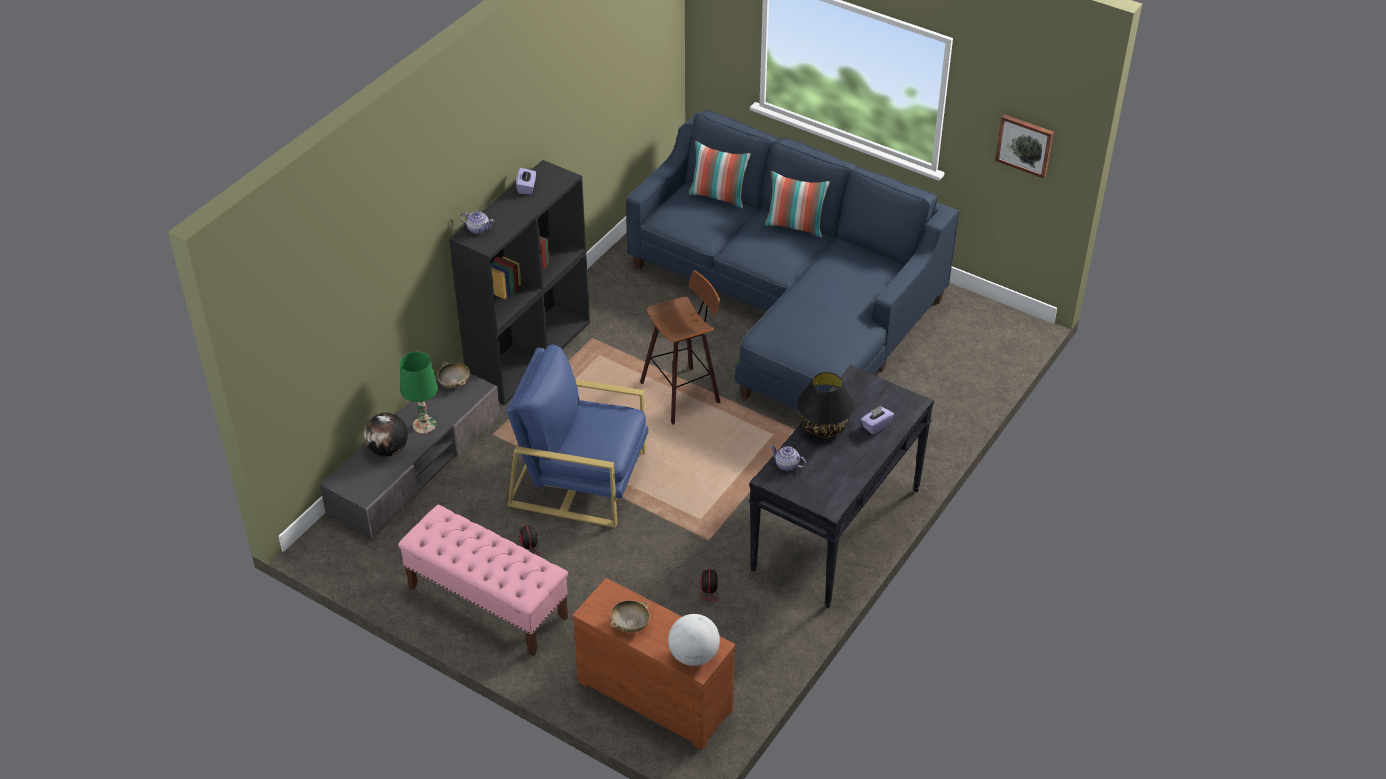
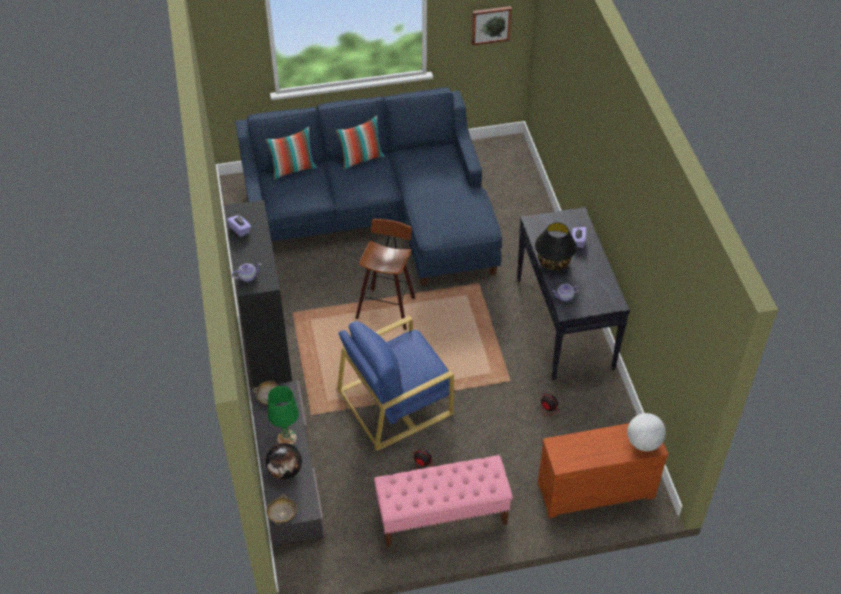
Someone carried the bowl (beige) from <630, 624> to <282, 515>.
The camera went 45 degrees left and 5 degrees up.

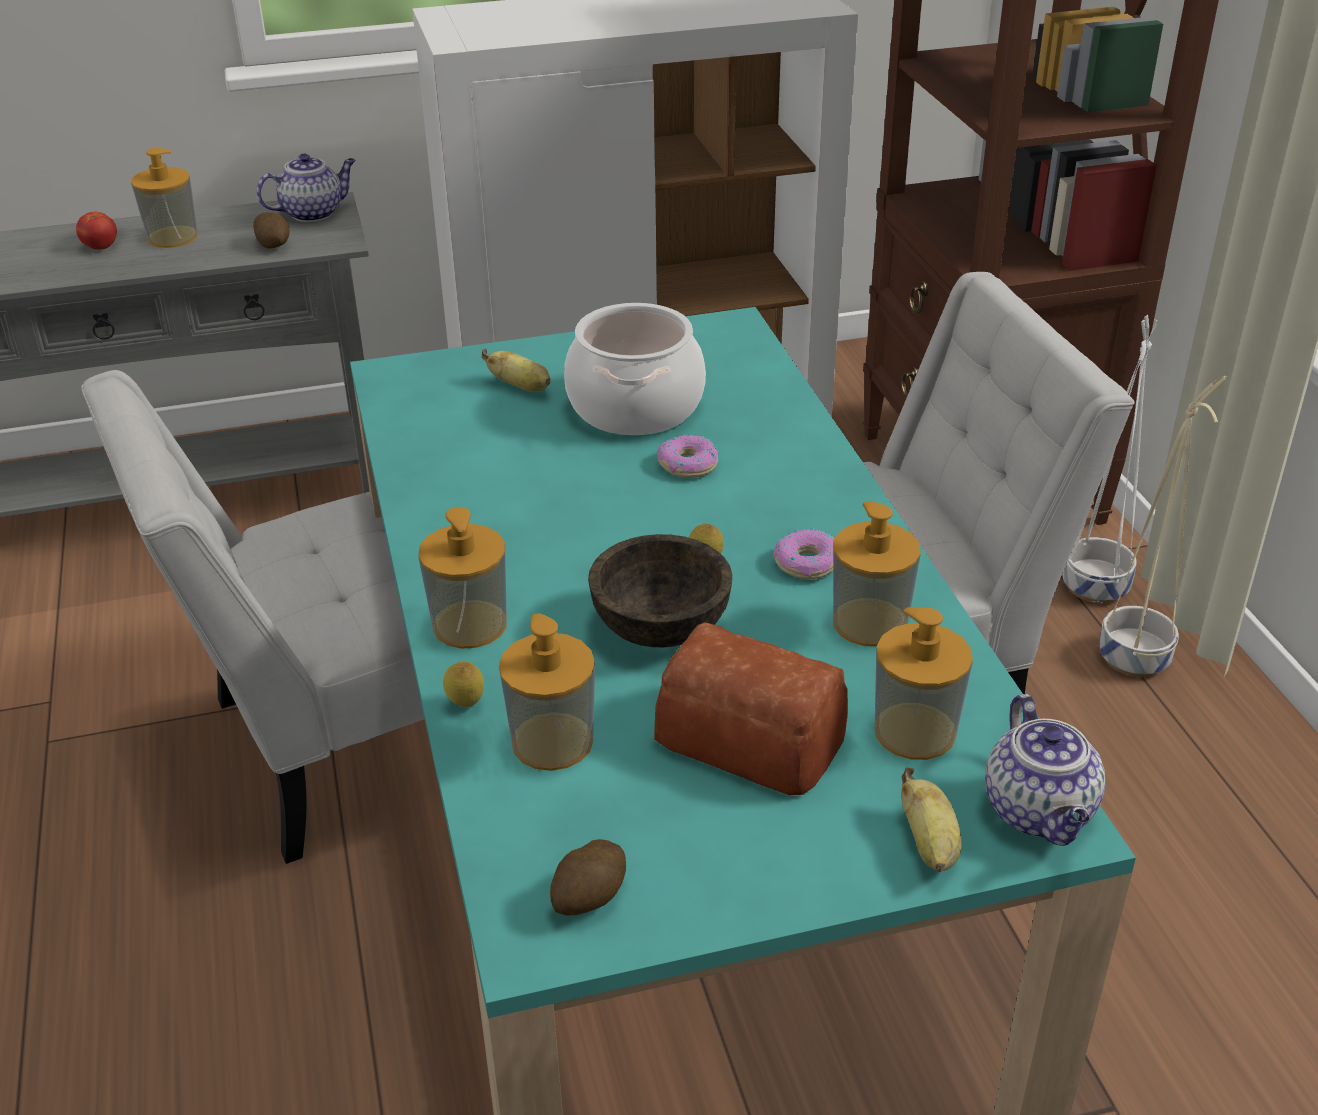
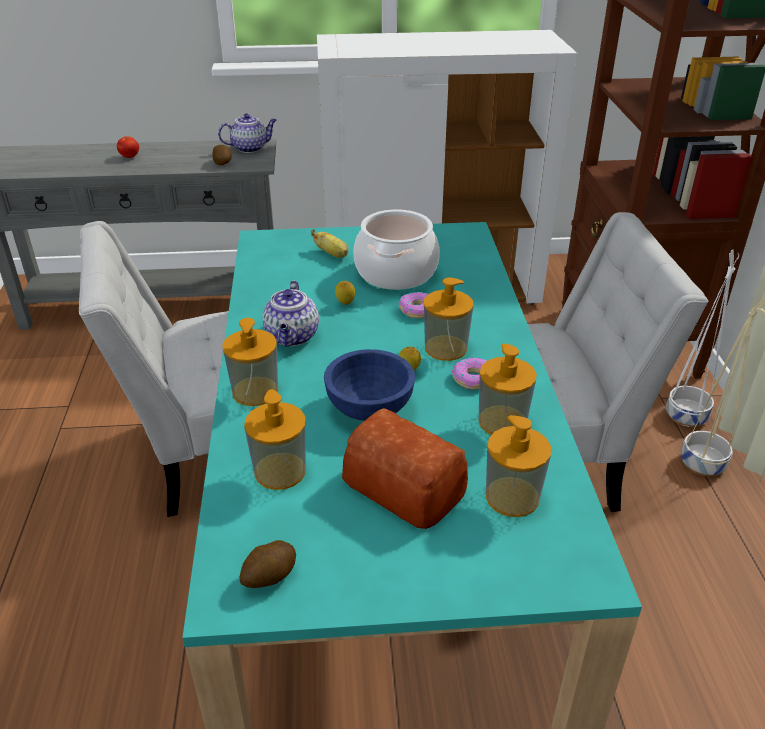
Someone took away the banana at <929, 845>.
Someone carried the soap dispenser from <173, 237> to <445, 348>.
Someone carried the lemon from <466, 705> to <345, 304>.
Someone carried the teapot from <1040, 813> to <292, 337>.
Someone repainted the bowl (brown) at <659, 627>, which became the bowl (blue) at <369, 408>.
The camera went 10 degrees right and 0 degrees up.

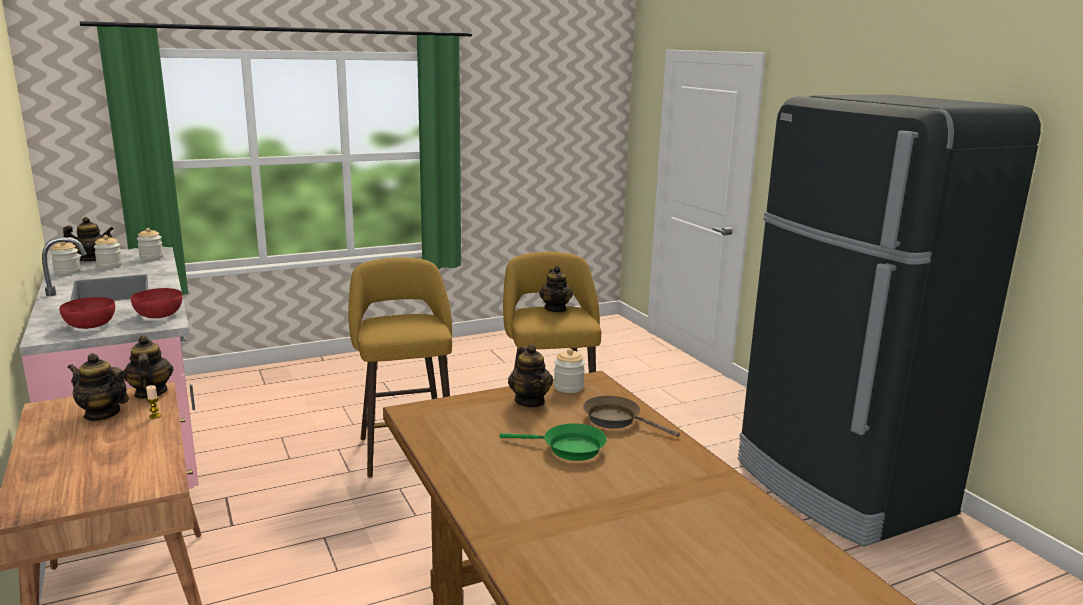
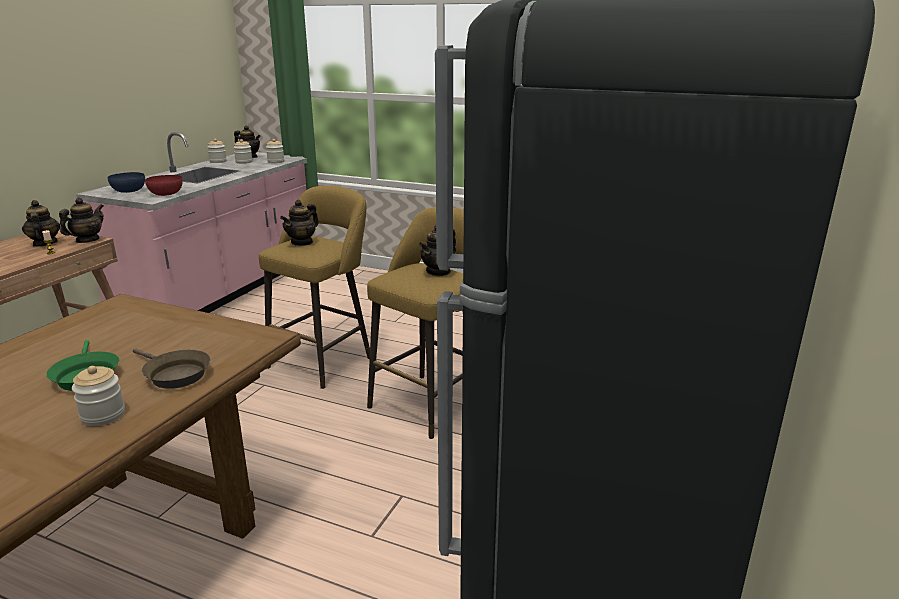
Someone carried the teapot from <530, 401> to <302, 242>.
Someone carried the jar from <568, 387> to <103, 415>.
Someone repainted the bowl (red) at <89, 325>, which became the bowl (blue) at <129, 191>.
Someone rotated the frying pan (brown) at <616, 420> by 135 degrees clockwise.
The camera went 50 degrees right and 5 degrees up.

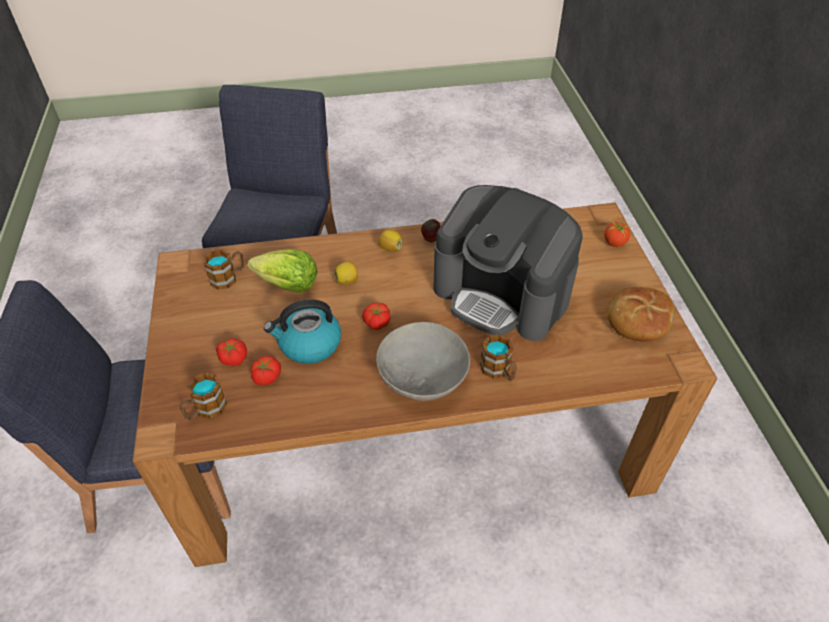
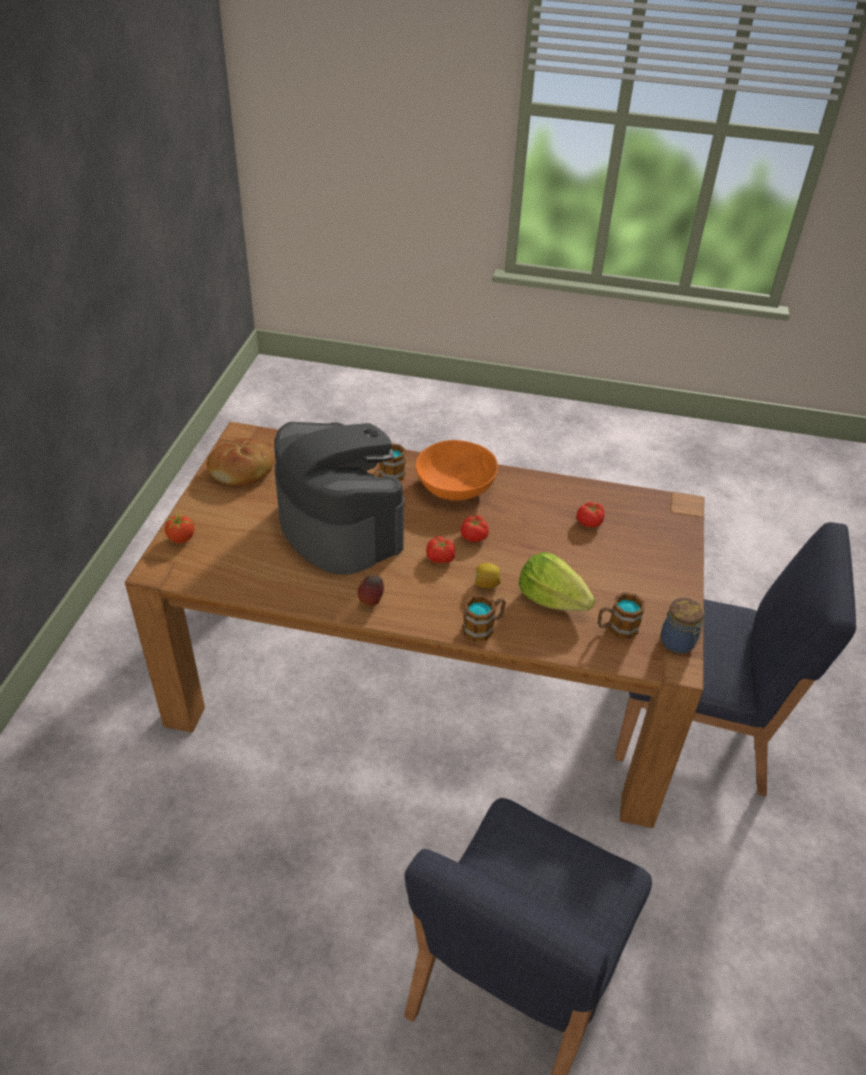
Someone took away the kettle at <309, 344>.
Someone took away the lemon at <390, 248>.
Someone put down the jar at <678, 643>.
Someone carried the mug from <205, 410> to <483, 627>.
Someone carried the tomato from <233, 358> to <440, 558>.
Someone repainted the bowl (grey) at <423, 376>, which became the bowl (orange) at <455, 485>.
The camera went 160 degrees left and 5 degrees down.

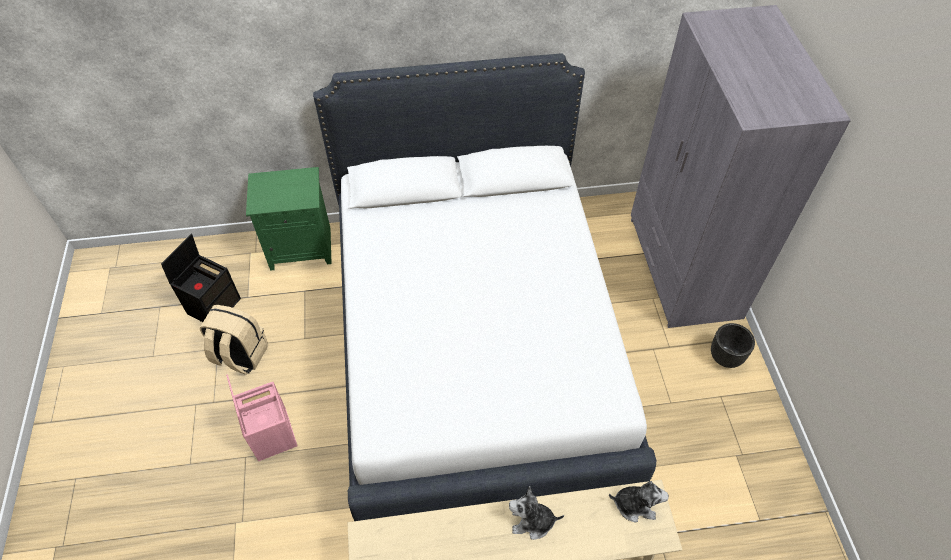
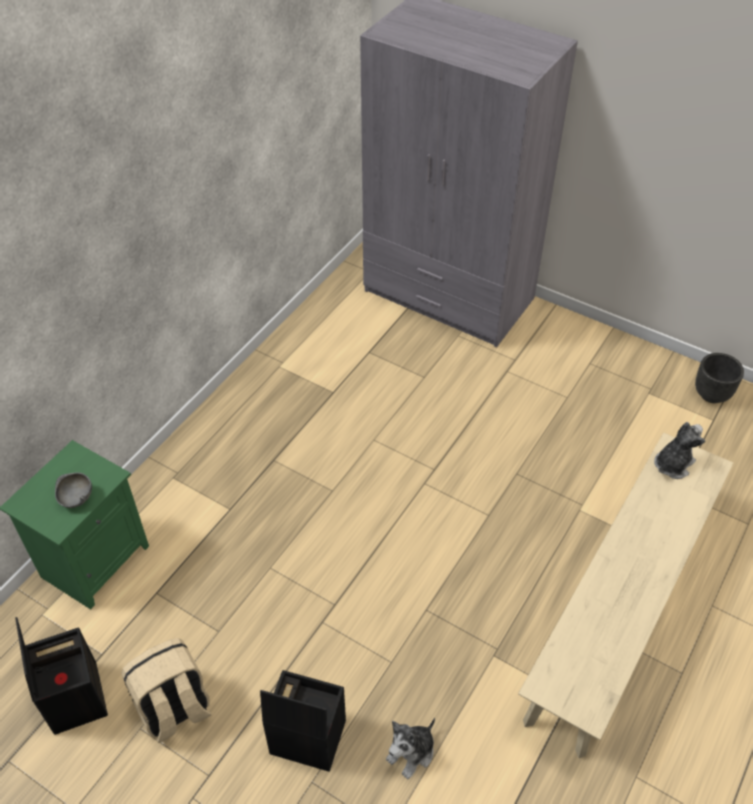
Someone took away the bed (white) at <475, 343>.
Someone put down the bowl (grey) at <76, 499>.
Someone carried the plush toy from <532, 522> to <412, 753>.
Someone carried the planter (black) from <725, 357> to <711, 394>.
Someone repainted the storage box (pink) at <271, 433>, which became the storage box (black) at <306, 738>.
The camera went 50 degrees left and 5 degrees down.

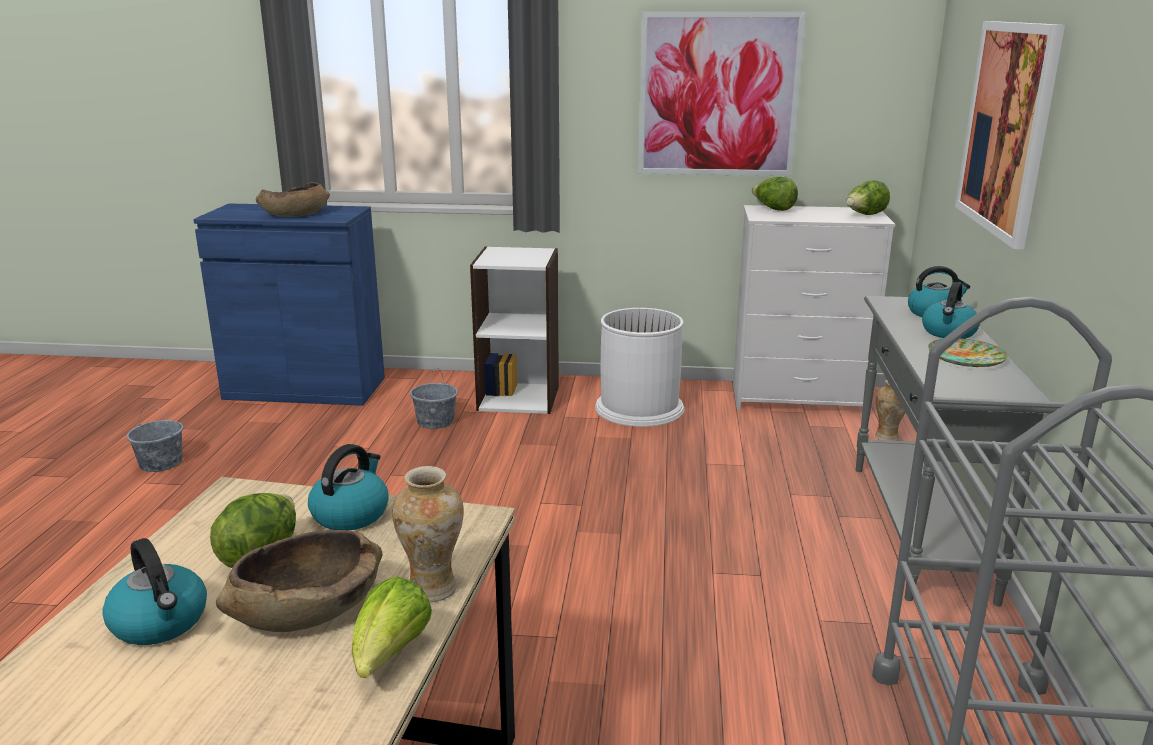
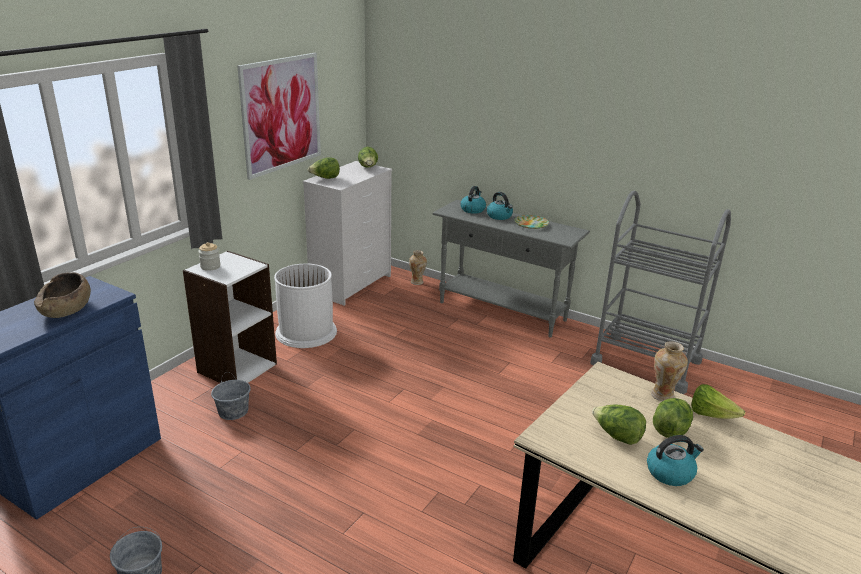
Someone took away the kettle at <351, 514>.
Someone took away the picture at <1007, 128>.
Someone put down the jar at <210, 266>.
Someone swapped the bowl (brown) at <307, 609> for the lettuce at <670, 430>.
The camera went 65 degrees left and 5 degrees up.

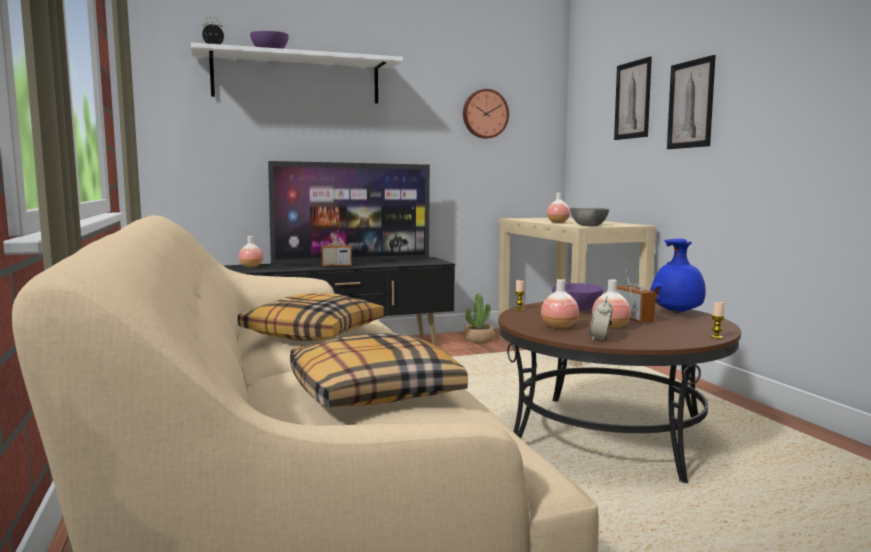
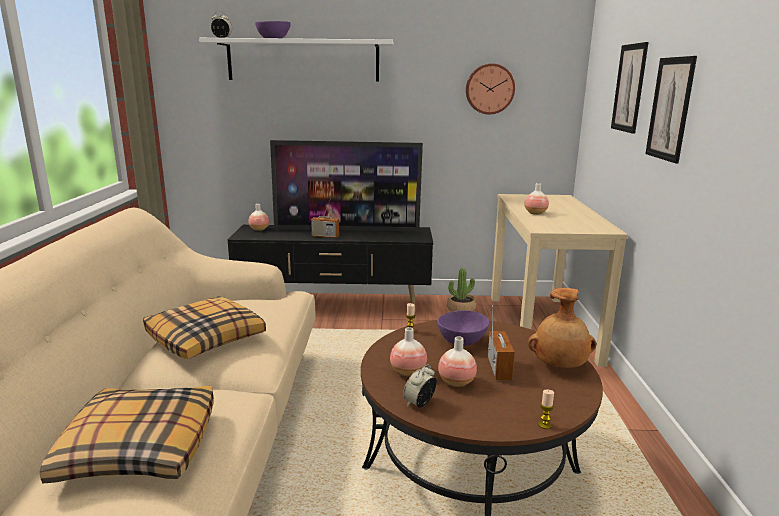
Someone took away the bowl (grey) at <587, 226>.
Someone repainted the vase (blue) at <677, 313>, which became the vase (brown) at <559, 366>.
The camera went 20 degrees right and 10 degrees up.

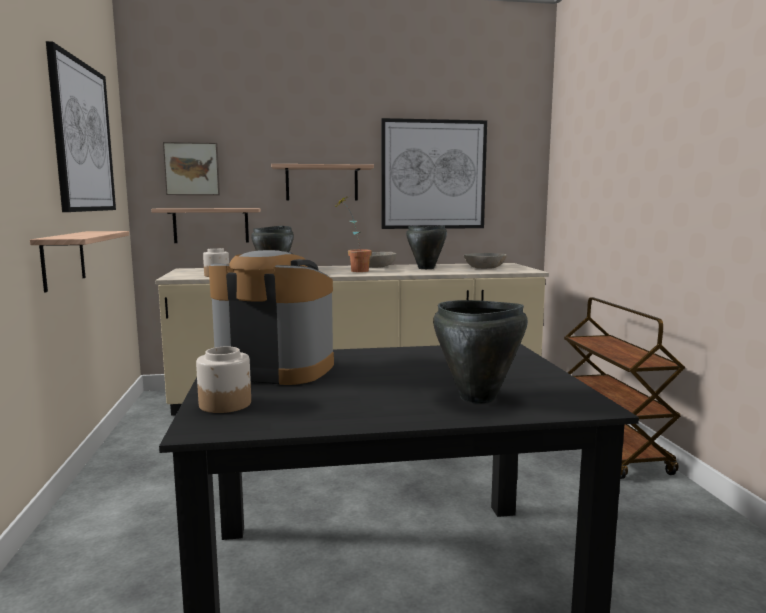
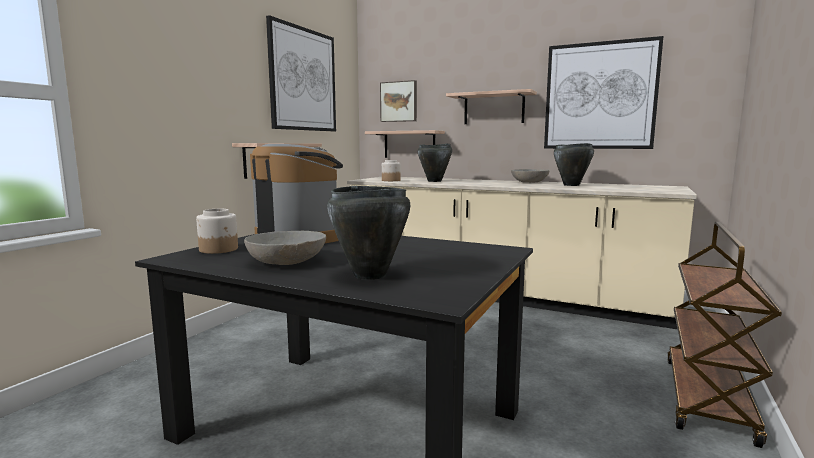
Someone took away the potted plant at <354, 271>.
Someone carried the bowl (grey) from <484, 268> to <287, 261>.
The camera went 35 degrees right and 0 degrees up.

